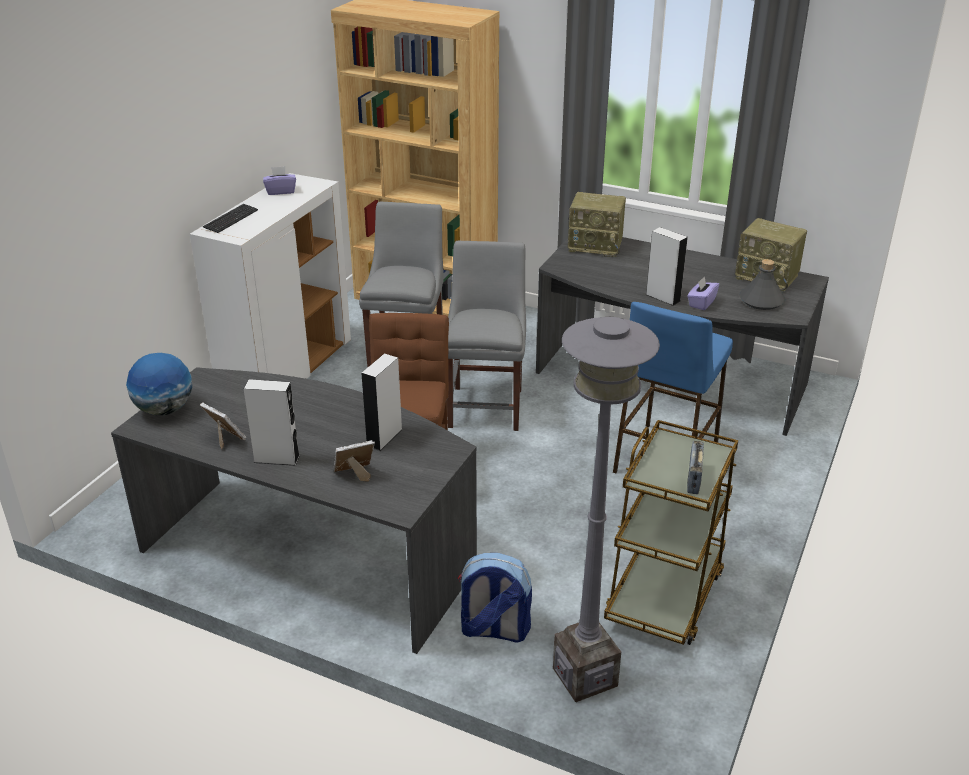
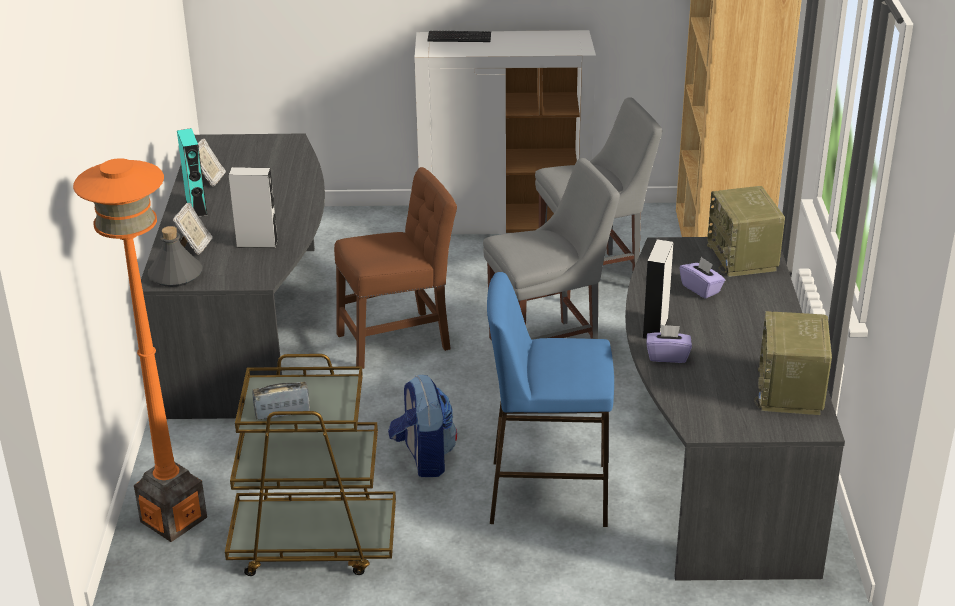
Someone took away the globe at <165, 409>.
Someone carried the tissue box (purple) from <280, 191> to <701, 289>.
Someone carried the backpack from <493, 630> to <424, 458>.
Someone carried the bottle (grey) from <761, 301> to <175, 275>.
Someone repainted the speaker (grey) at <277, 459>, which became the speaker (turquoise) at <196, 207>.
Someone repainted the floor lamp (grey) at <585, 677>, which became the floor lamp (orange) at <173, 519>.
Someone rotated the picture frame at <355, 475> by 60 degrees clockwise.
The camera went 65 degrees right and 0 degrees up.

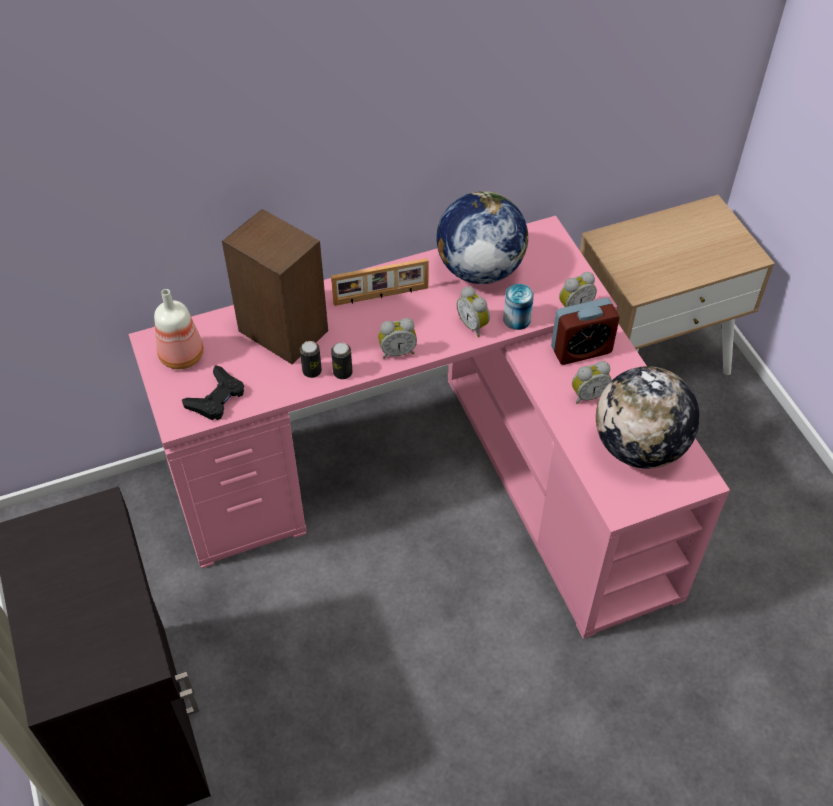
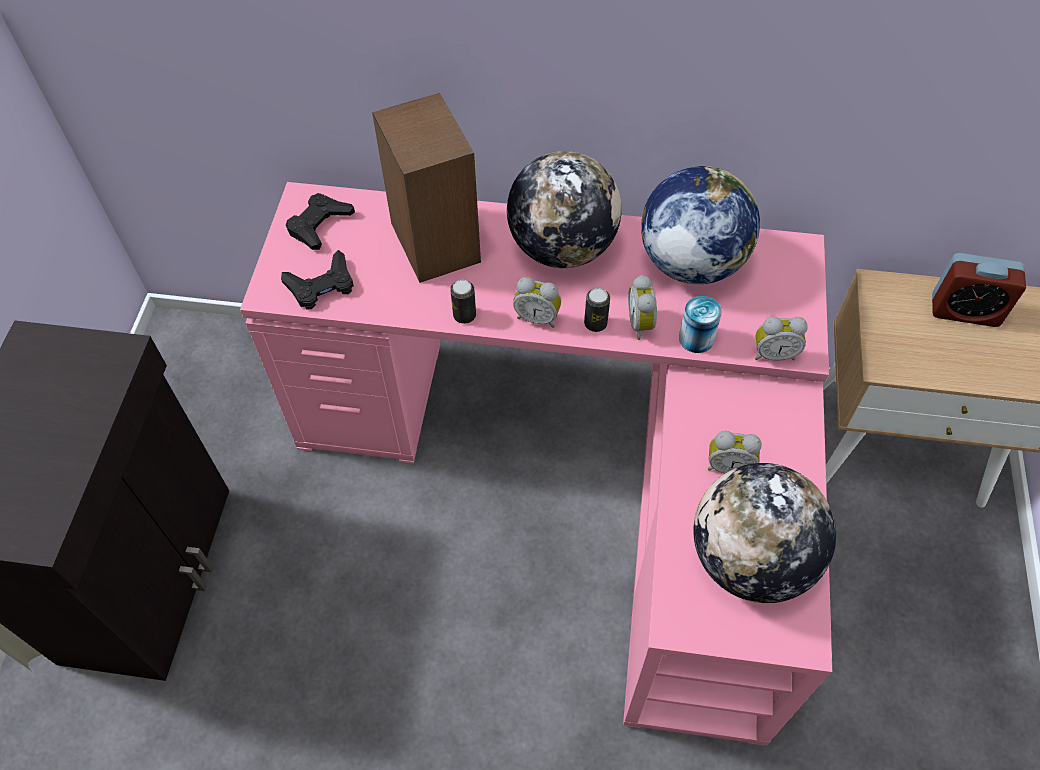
Someone carried the can from <312, 371> to <595, 323>.
Someone carried the alarm clock from <581, 350> to <964, 311>.
Someone swapped the bottle at <181, 355> for the game controller (black) at <319, 225>.
Someone swapped the picture frame at <381, 296> for the globe at <562, 248>.
The camera went 30 degrees right and 5 degrees up.

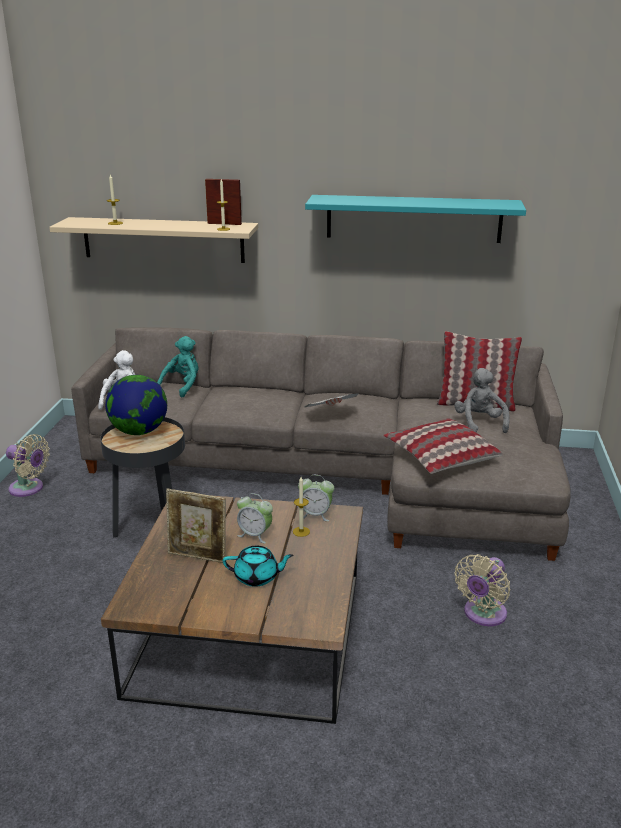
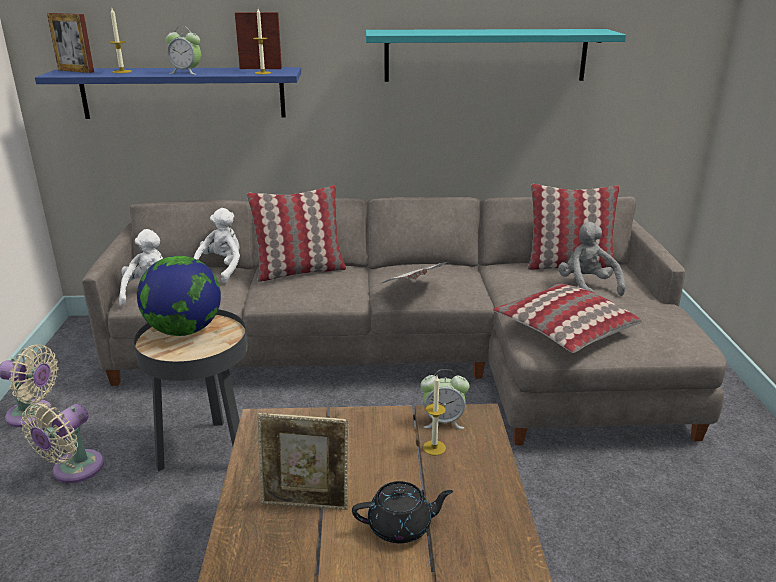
Someone put down the picture frame at <76, 71>.
Someone put down the pillow at <299, 271>.
Someone carried the alarm clock from <255, 535> to <186, 72>.
Someone carried the fan (beige) from <482, 615> to <73, 470>.
Someone repainted the shelf (beige) at <163, 240>, which became the shelf (blue) at <183, 93>.
Someone repainted the plush toy (turquoise) at <182, 386>, which became the plush toy (white) at <221, 269>.
Someone repainted the teapot (turquoise) at <257, 577>, which became the teapot (black) at <401, 526>.
The camera went 10 degrees left and 0 degrees up.

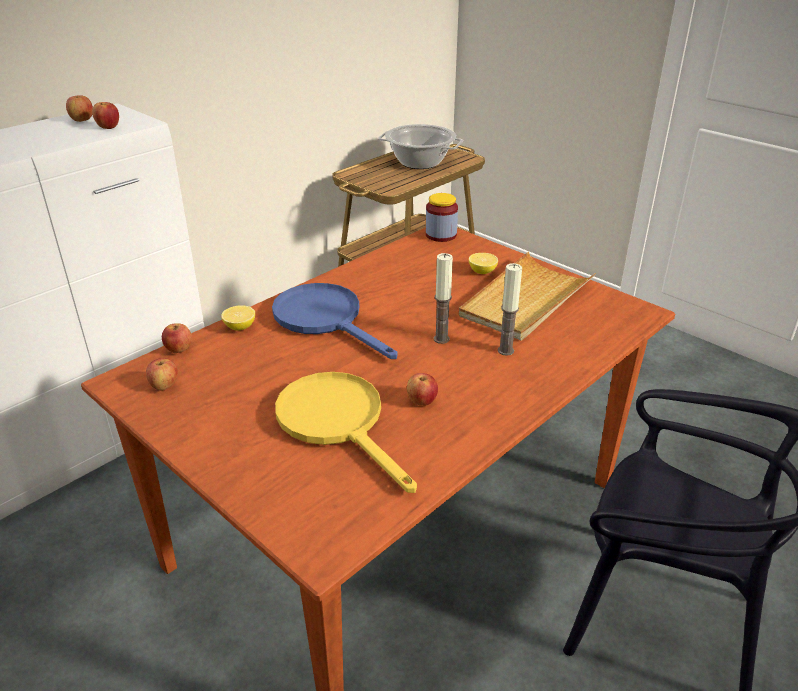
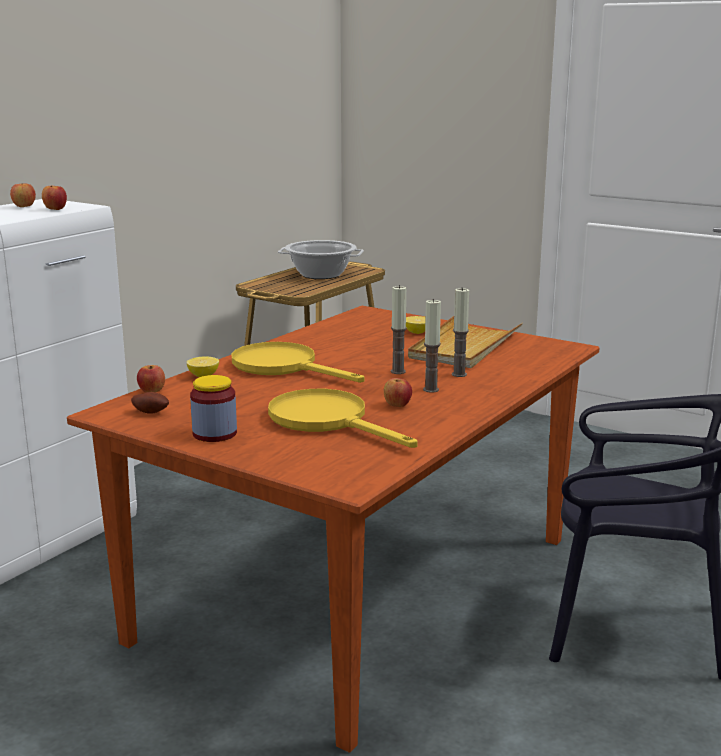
Someone put down the candle at <431, 389>.
Someone carried the jar from <441, 235> to <214, 434>.
Someone swapped the apple at <164, 386> for the potato at <151, 412>.
Someone repainted the frying pan (blue) at <325, 319>, which became the frying pan (yellow) at <284, 367>.
The camera went 10 degrees left and 15 degrees down.

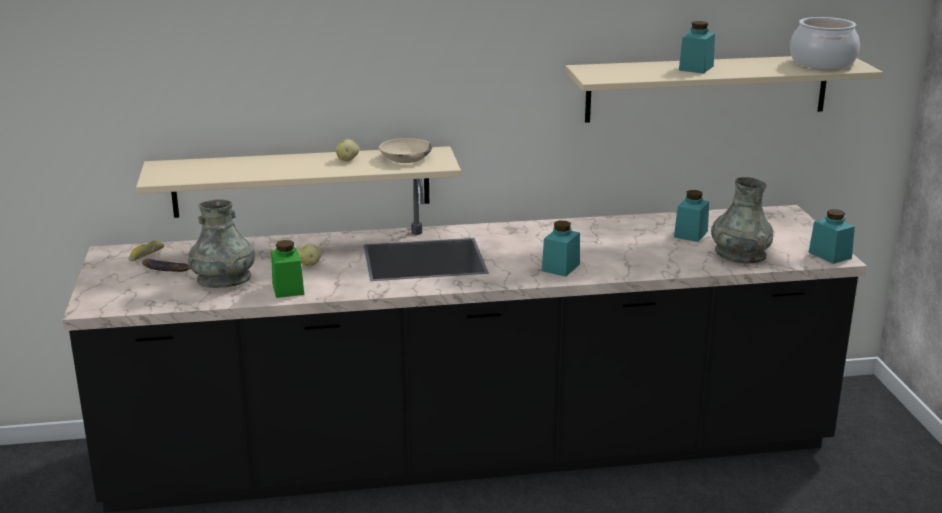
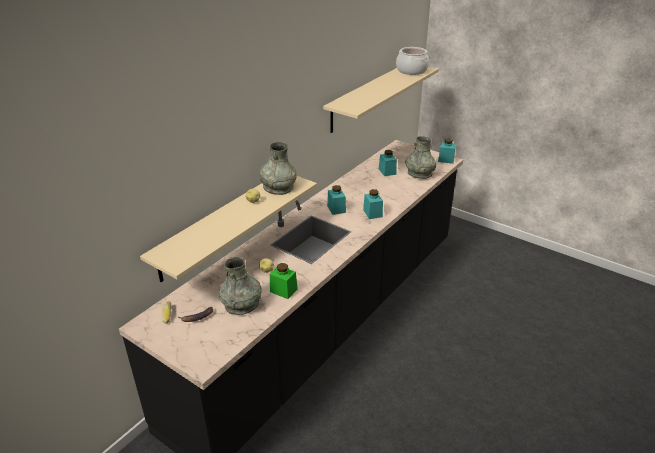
Someone carried the jar (turquoise) from <696, 68> to <336, 209>.
Someone swapped the bowl (beige) at <404, 158> for the vase (grey) at <278, 187>.
The camera went 45 degrees left and 10 degrees up.

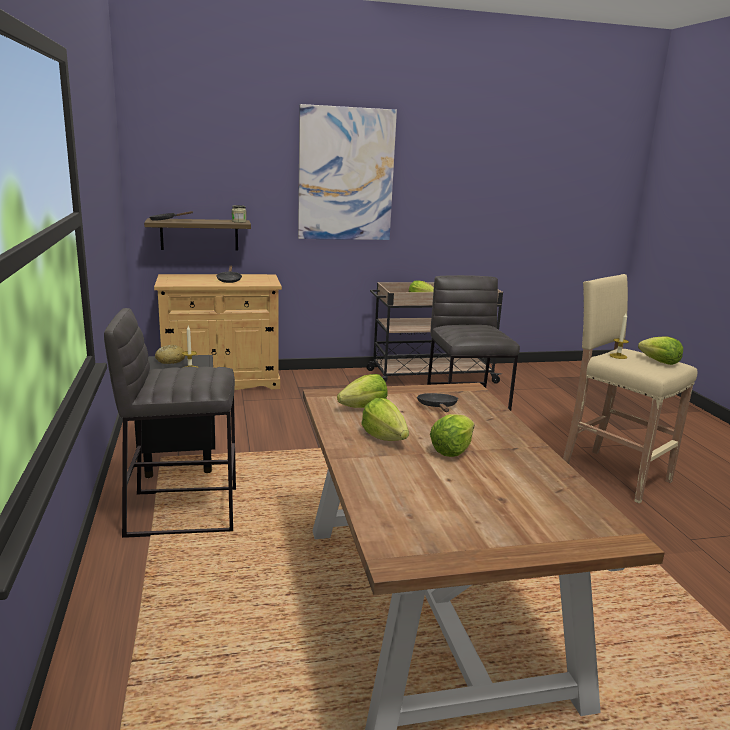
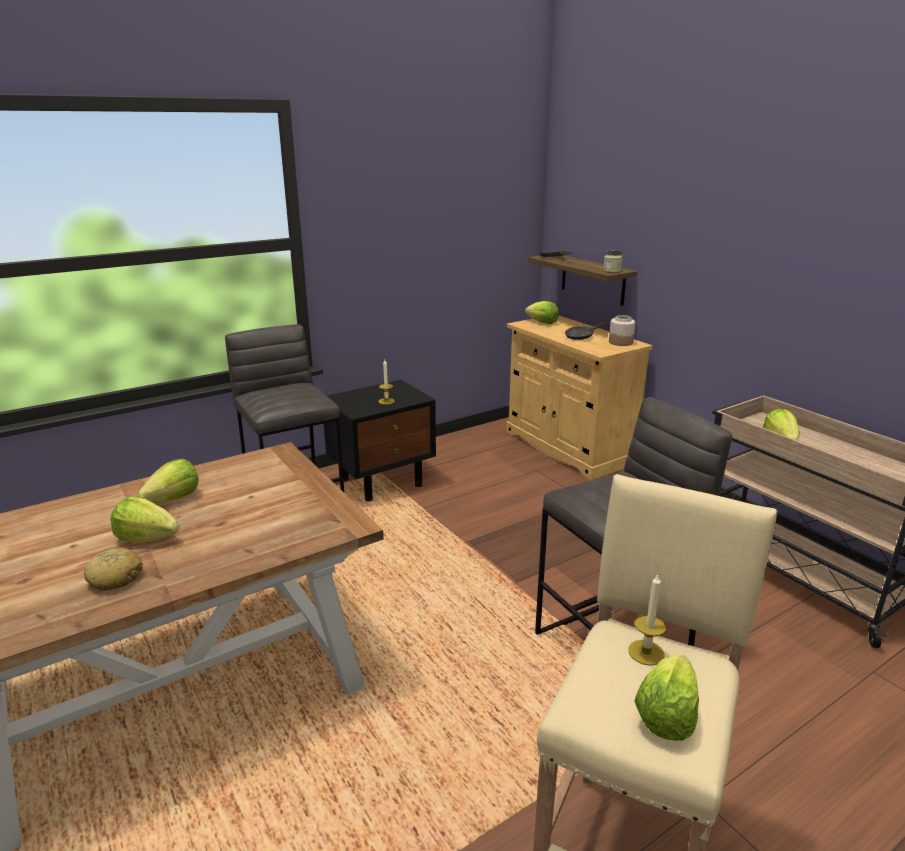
Someone took away the picture at <346, 175>.
Someone took away the frying pan (black) at <437, 407>.
Someone put down the jar at <621, 342>.
Someone carried the bread from <170, 360> to <116, 578>.
Someone carried the lettuce from <364, 408> to <542, 322>.
The camera went 70 degrees right and 5 degrees up.

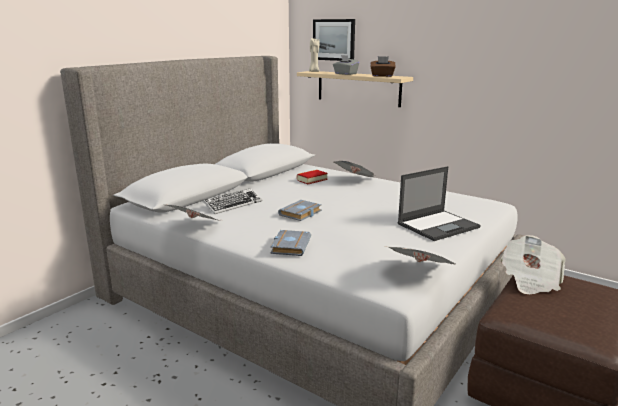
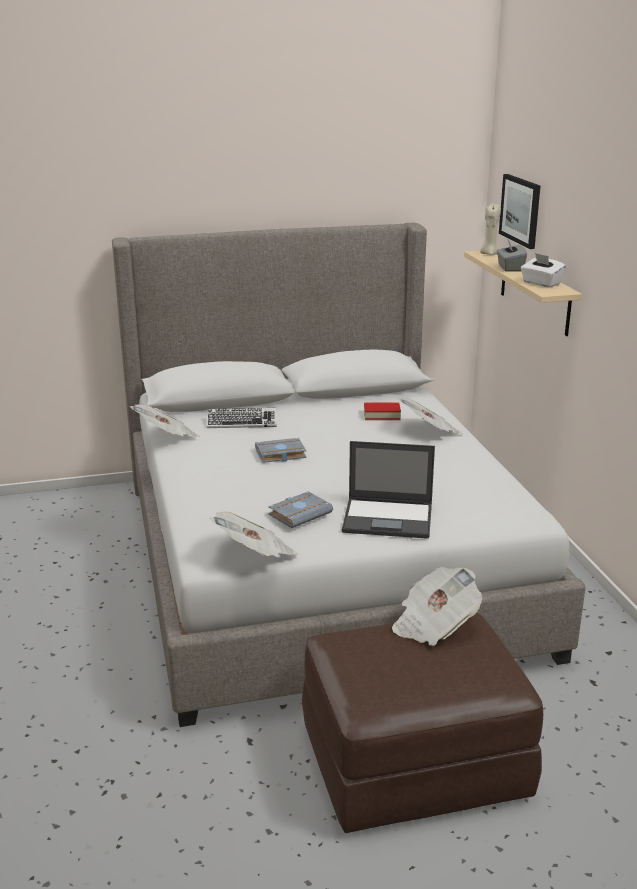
Someone carried the book (grey) from <289, 246> to <300, 513>.
Someone repainted the tissue box (brown) at <382, 76>, which became the tissue box (white) at <541, 283>.
The camera went 40 degrees right and 5 degrees up.

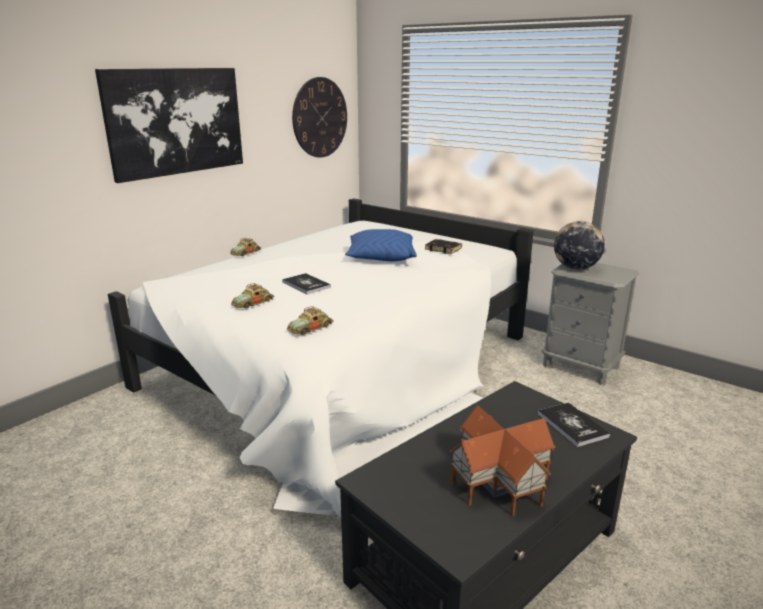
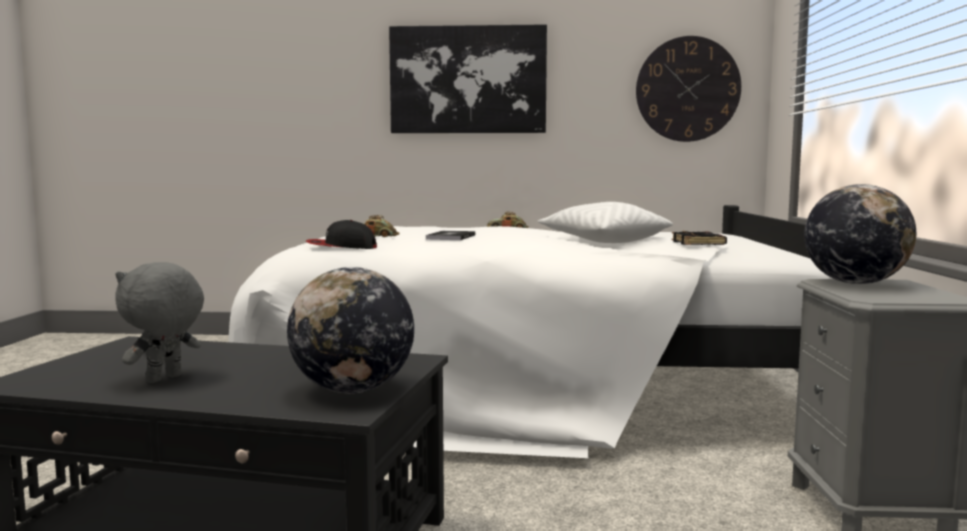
Someone swapped the toy car at <310, 328> for the cap at <341, 247>.
Someone swapped the toy house at <501, 482> for the plush toy (grey) at <164, 379>.
Someone swapped the book at <572, 425> for the globe at <353, 390>.
Someone repainted the pillow (blue) at <381, 258>, which became the pillow (white) at <603, 241>.
The camera went 55 degrees right and 15 degrees down.

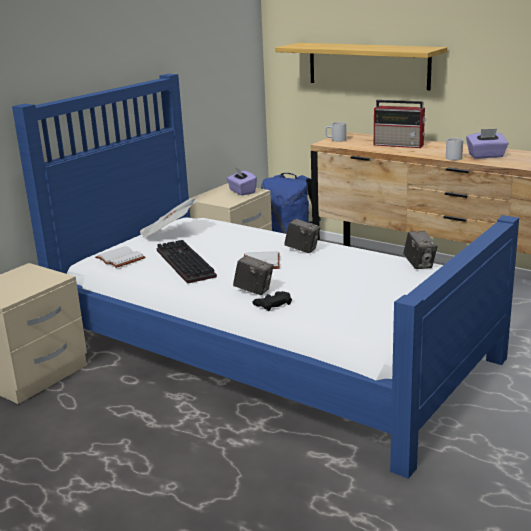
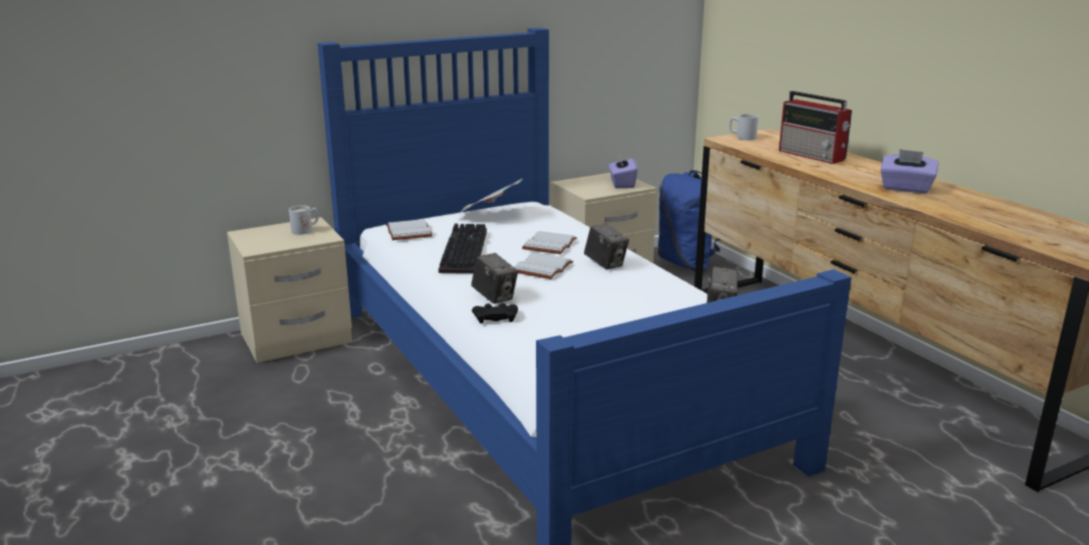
Someone took away the shelf at <368, 65>.
Someone put down the book (white) at <548, 244>.
Someone carried the mug (white) from <454, 157> to <306, 230>.
The camera went 25 degrees right and 0 degrees up.

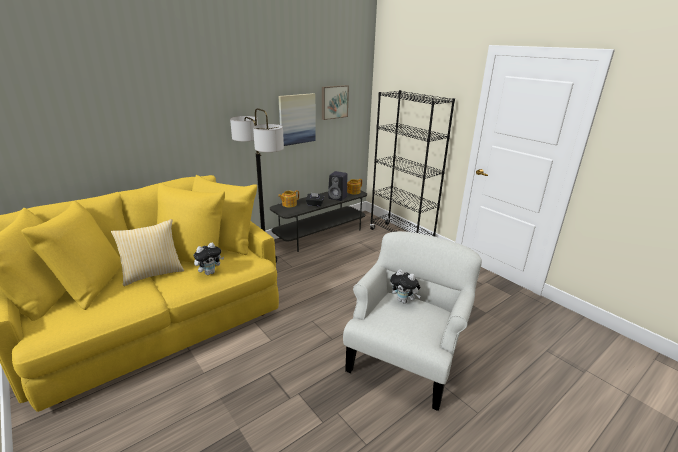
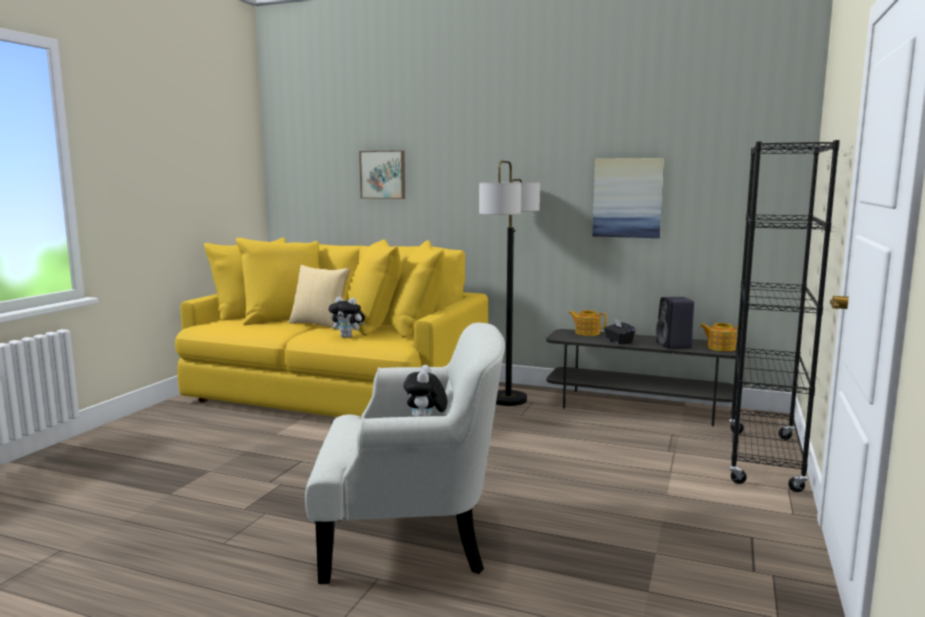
Someone carried the picture from <334, 102> to <383, 174>.
The camera went 60 degrees right and 15 degrees down.

